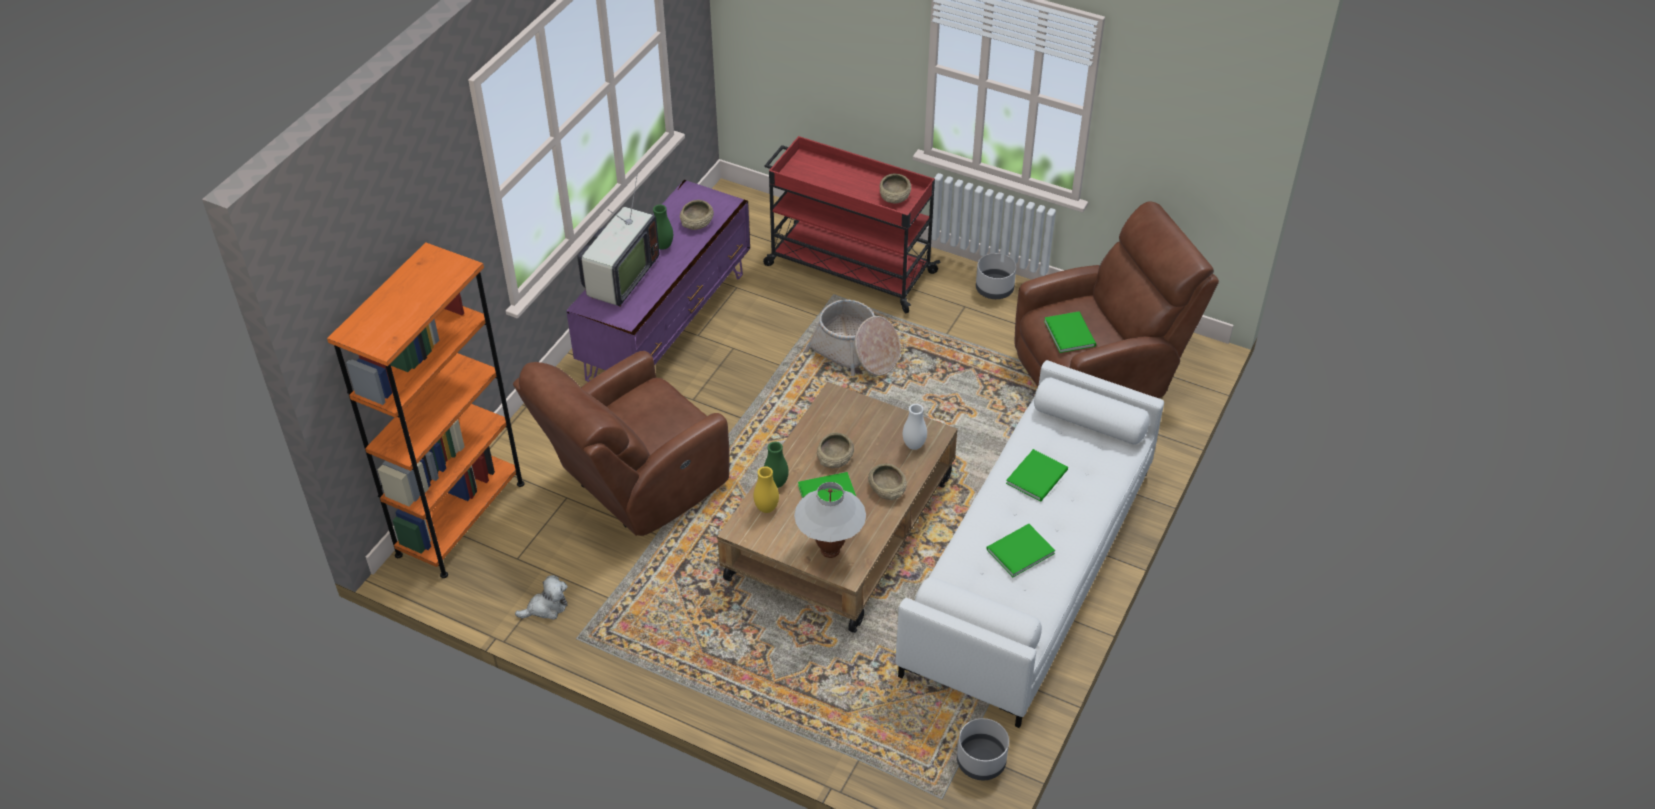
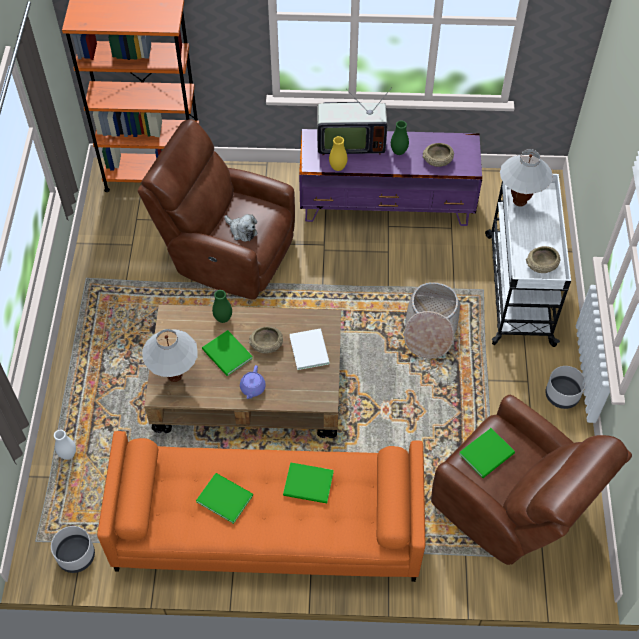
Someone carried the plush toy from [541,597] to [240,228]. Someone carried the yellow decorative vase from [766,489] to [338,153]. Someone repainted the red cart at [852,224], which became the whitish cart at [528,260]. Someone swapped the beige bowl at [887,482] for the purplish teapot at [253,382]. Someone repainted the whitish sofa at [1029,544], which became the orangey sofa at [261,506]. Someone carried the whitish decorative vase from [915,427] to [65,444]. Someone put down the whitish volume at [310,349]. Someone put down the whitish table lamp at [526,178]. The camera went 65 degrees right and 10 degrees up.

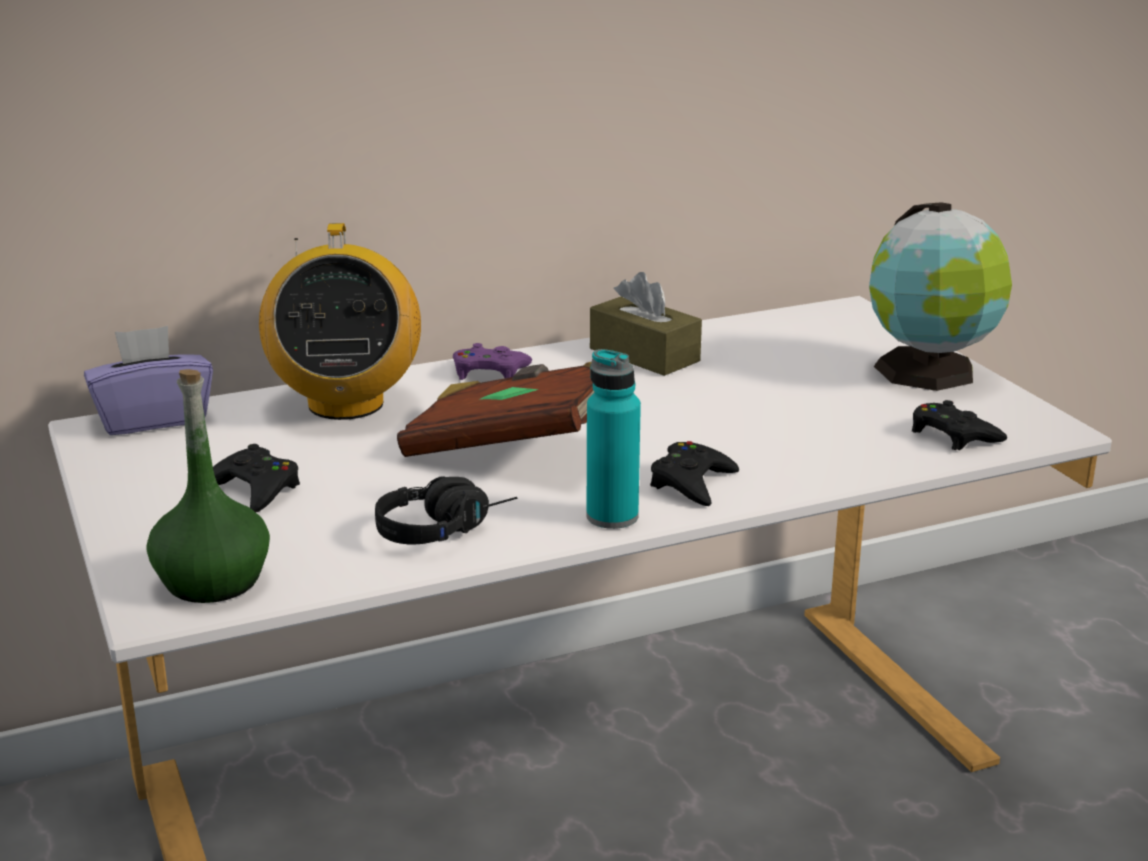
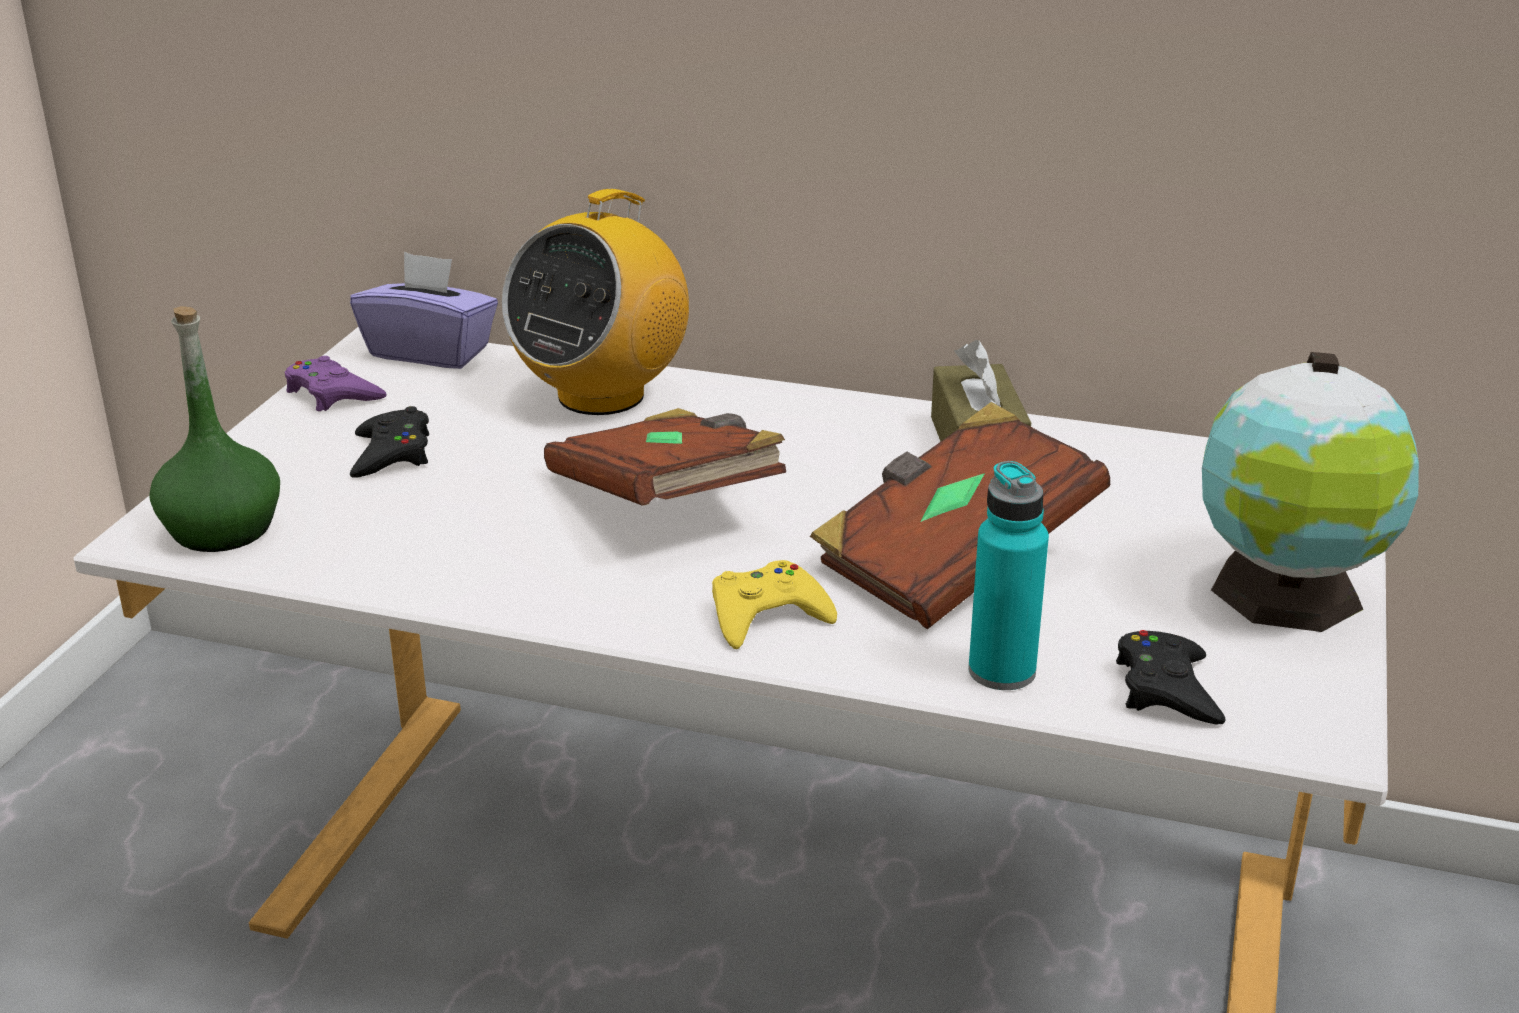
Someone took away the black-coloured pair of headphones at [446,510]. Someone carried the purplish joypad from [492,361] to [336,383]. Someone carried the turquoise-coloured bottle from [613,439] to [1008,575]. Someone repainted the black-coloured joypad at [694,473], which became the yellow joypad at [774,604]. Someone put down the brown volume at [960,515]. The camera went 40 degrees right and 5 degrees up.

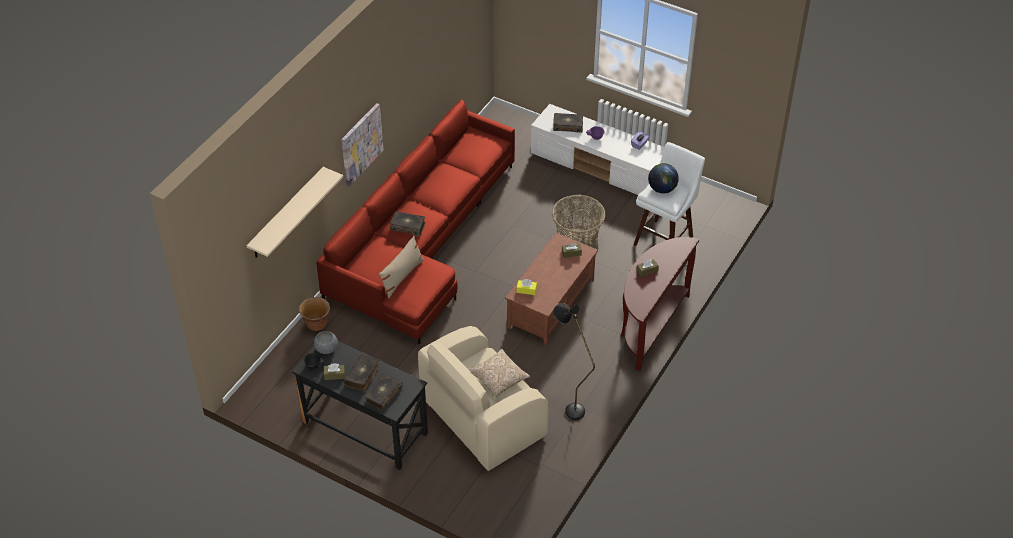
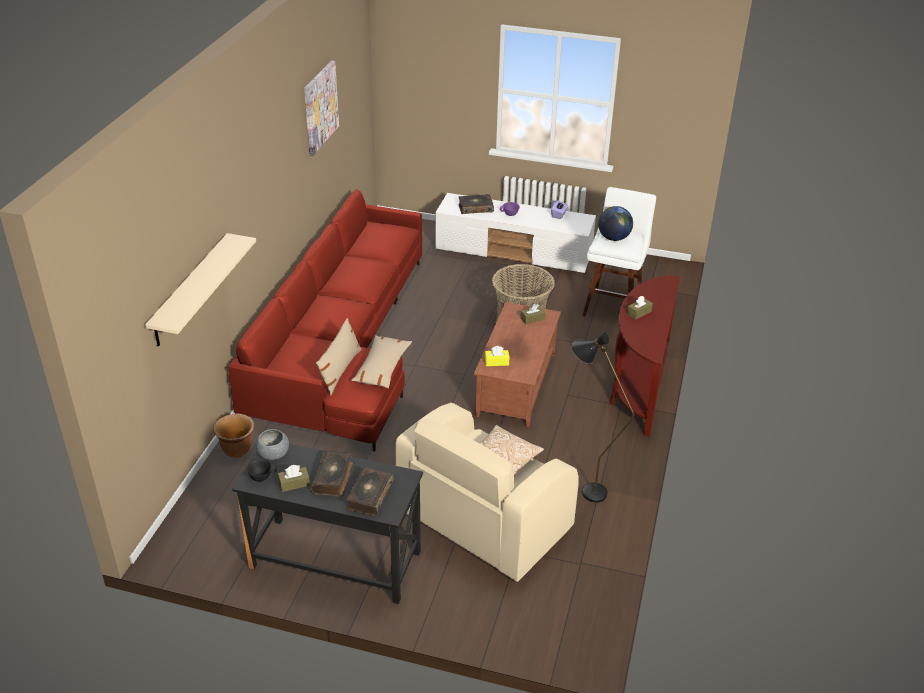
Someone carried the wall picture from [362,144] to [321,108]. Someone took away the volume at [407,223]. Someone put down the beige cushion at [381,361]. The camera went 15 degrees left and 10 degrees down.

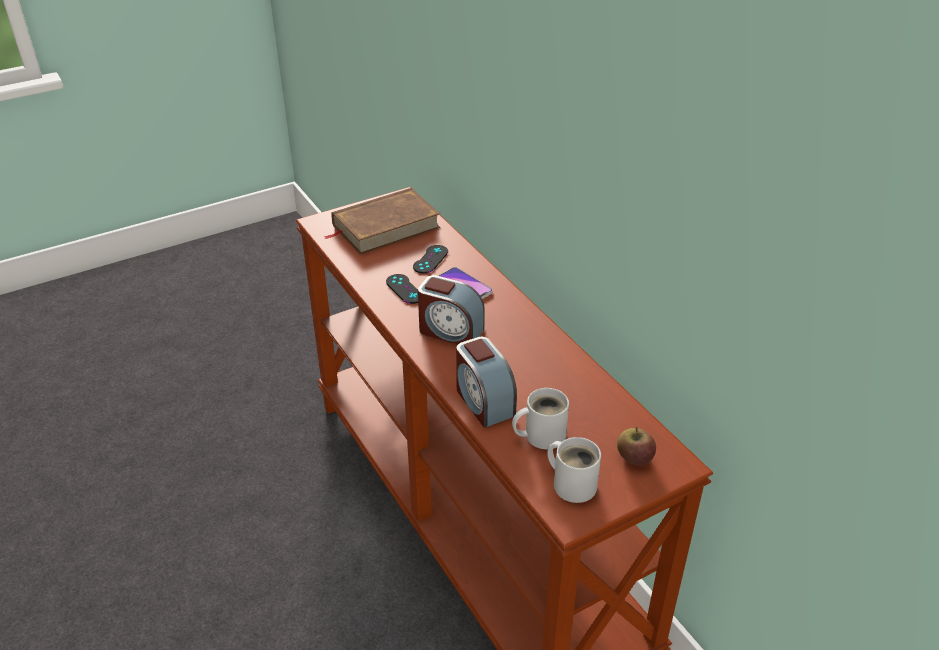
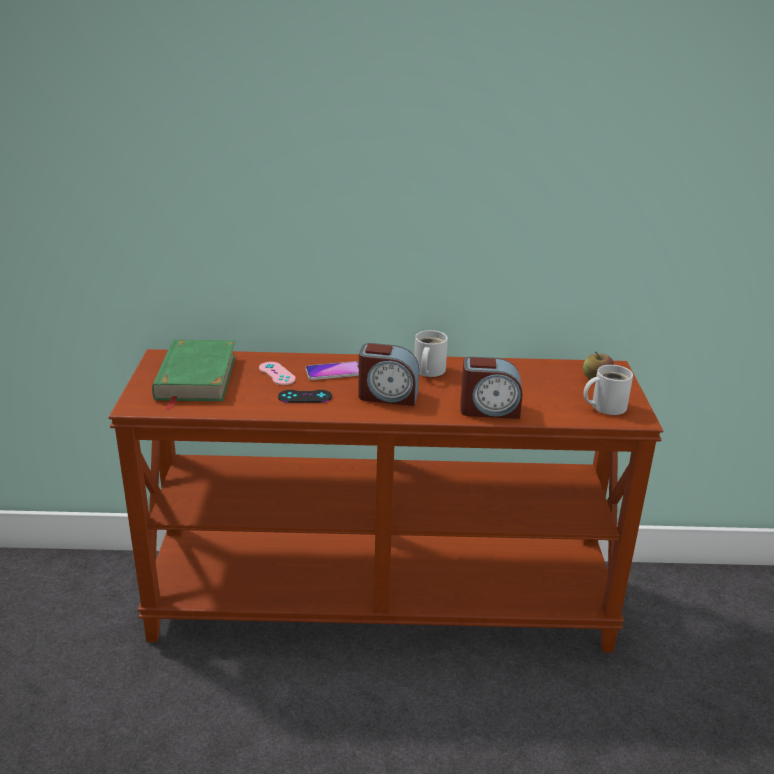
Someone repainted the brown volume at [382,221], which became the green volume at [194,375]. Someone repainted the black-coloured joypad at [430,259], which became the pink joypad at [277,373]. Someone rotated the table clock at [451,309] by 45 degrees clockwise. Someone carried the whitish coffee mug from [540,418] to [431,353]. The camera went 60 degrees left and 10 degrees down.

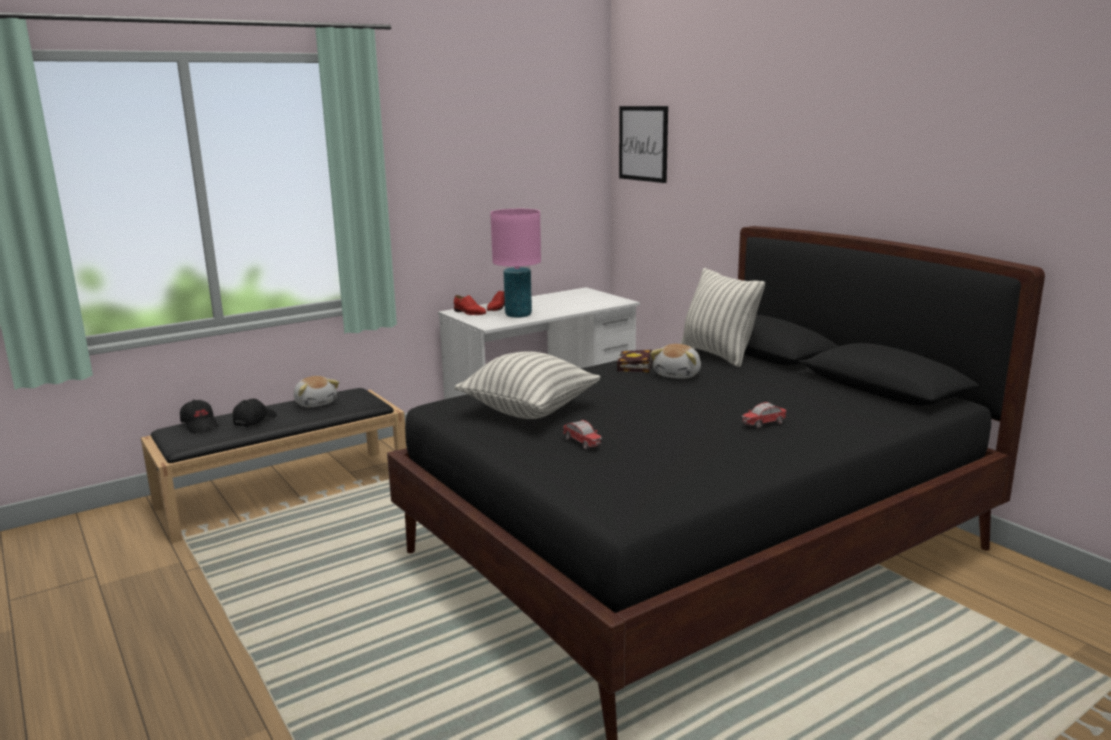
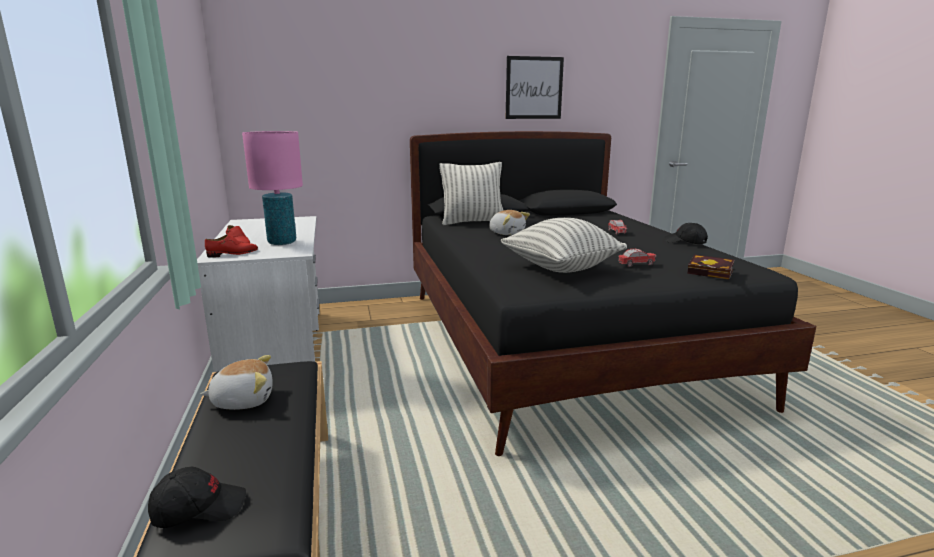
Someone carried the black-coloured baseball cap from [255,413] to [686,233]. Someone carried the volume from [634,361] to [710,267]. Someone carried the wall picture from [643,144] to [535,87]. The camera went 70 degrees left and 0 degrees up.

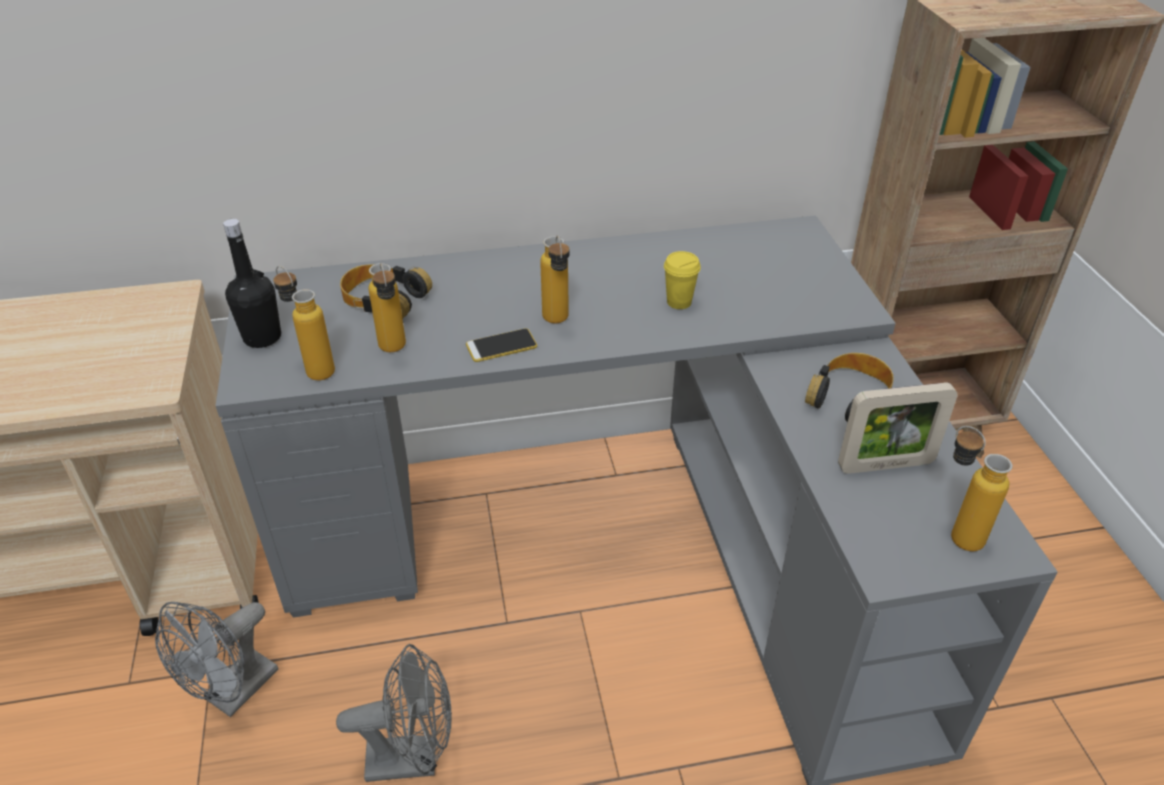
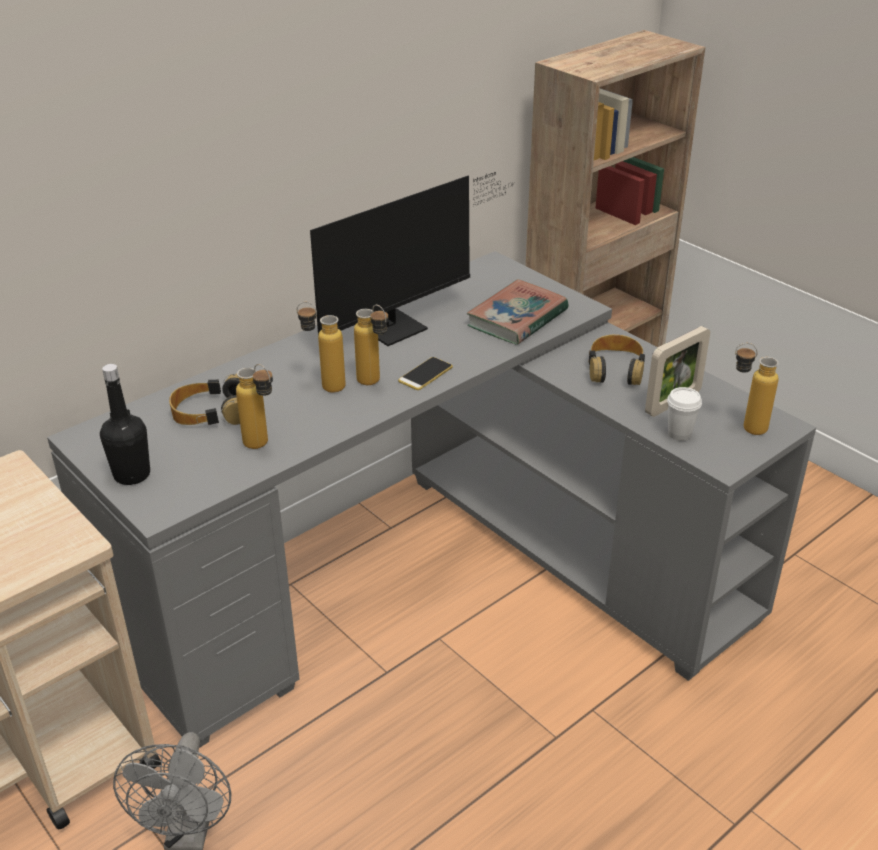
Someone carried the bottle from [304,323] to [321,347]. Someone took away the greyish cooling fan at [394,713]. Someone carried the telephone from [501,345] to [425,373]. Someone took away the yellow cup at [682,280]. Someone put down the computer display at [411,259]. Someone put down the volume at [518,312]. Someone put down the whitish cup at [684,414]. The camera went 30 degrees left and 5 degrees down.

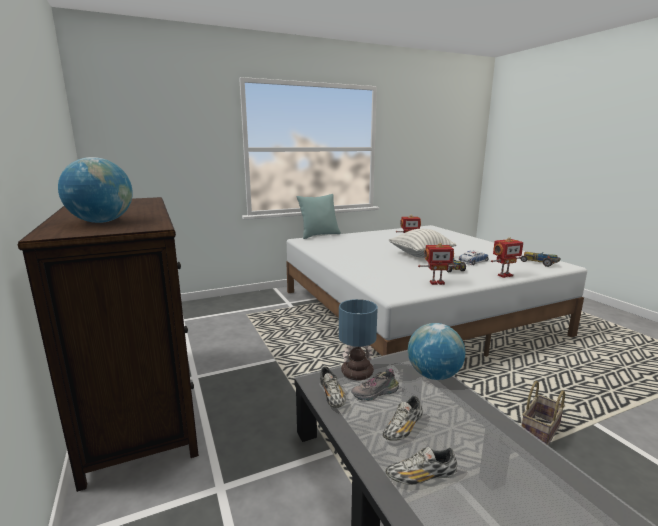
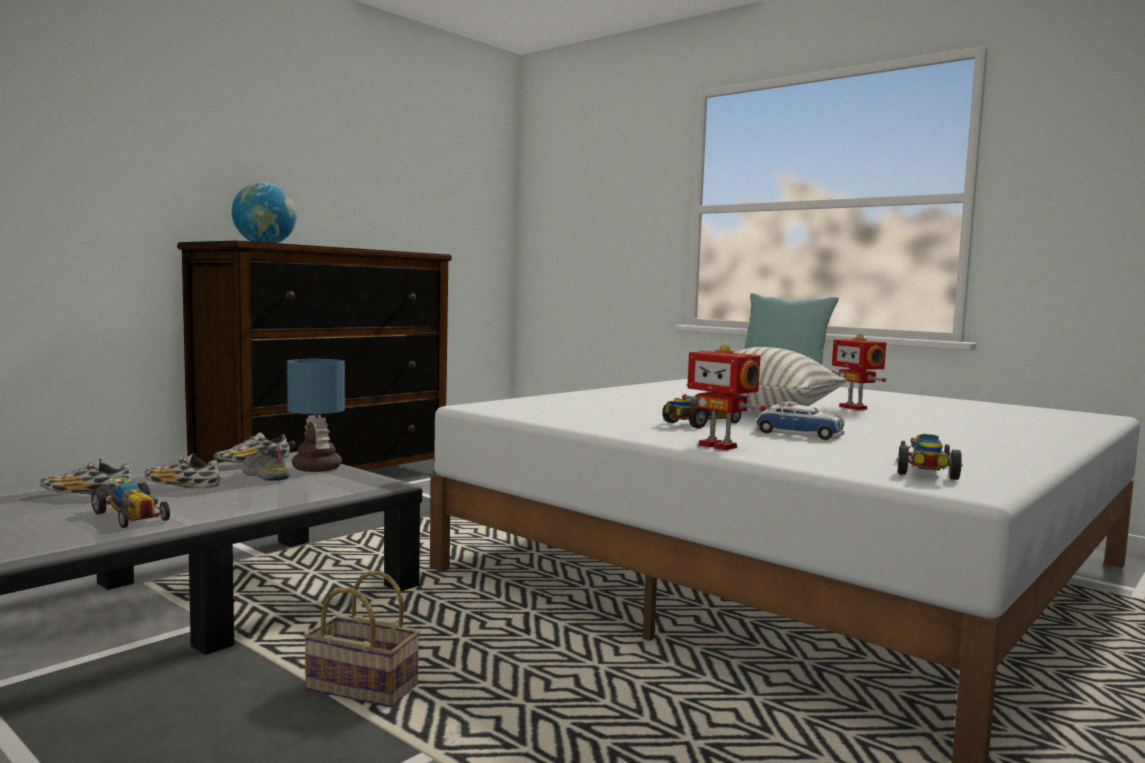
Someone rotated the low shoe at [421,466] by 60 degrees counterclockwise. Someone took away the world globe at [436,351]. Someone took away the toy robot at [438,264]. Someone put down the model car at [130,502]. The camera went 65 degrees right and 10 degrees down.

